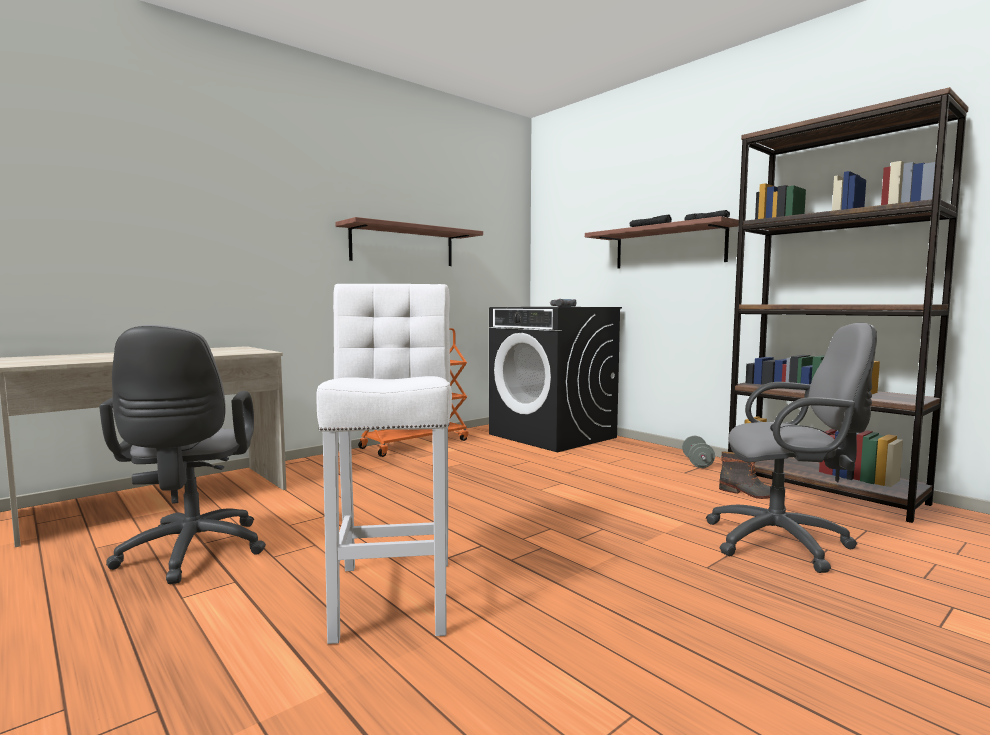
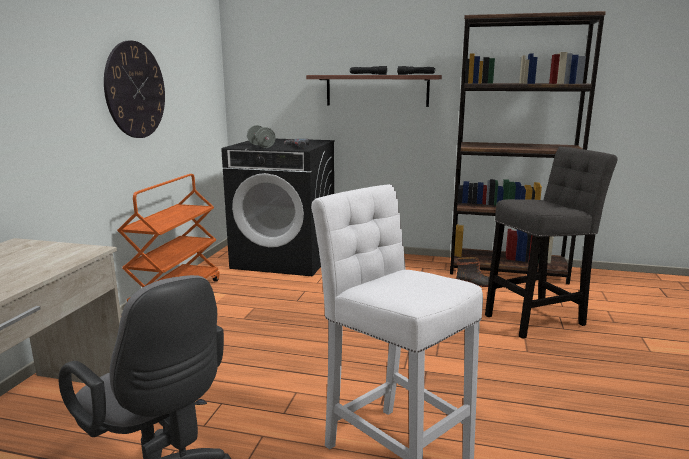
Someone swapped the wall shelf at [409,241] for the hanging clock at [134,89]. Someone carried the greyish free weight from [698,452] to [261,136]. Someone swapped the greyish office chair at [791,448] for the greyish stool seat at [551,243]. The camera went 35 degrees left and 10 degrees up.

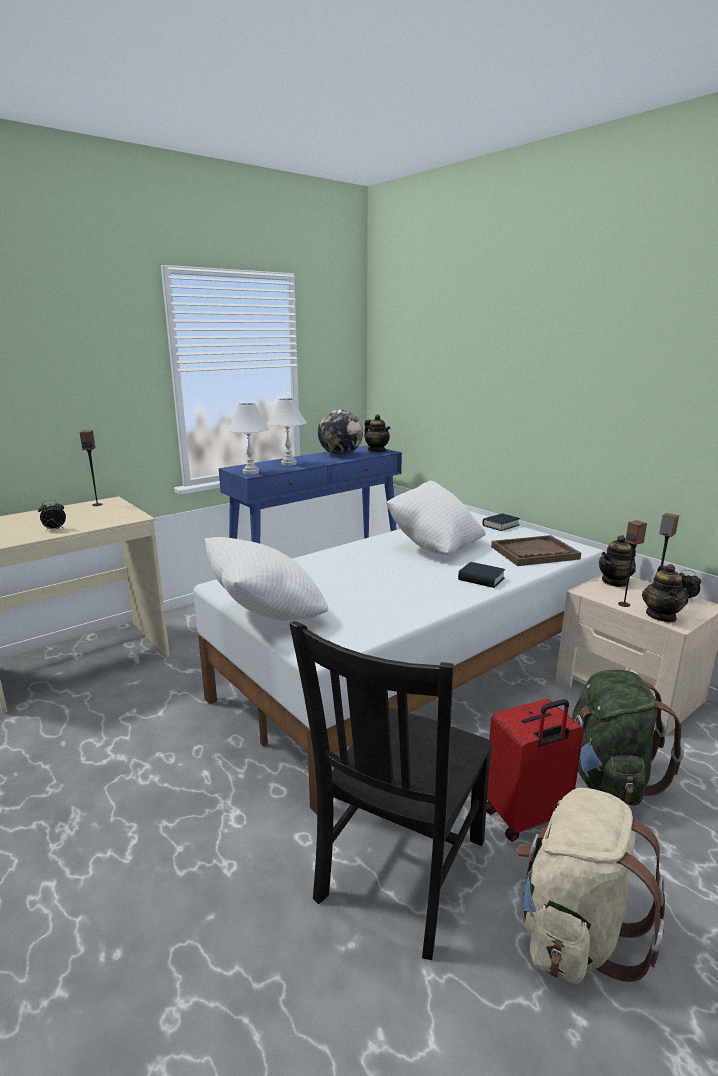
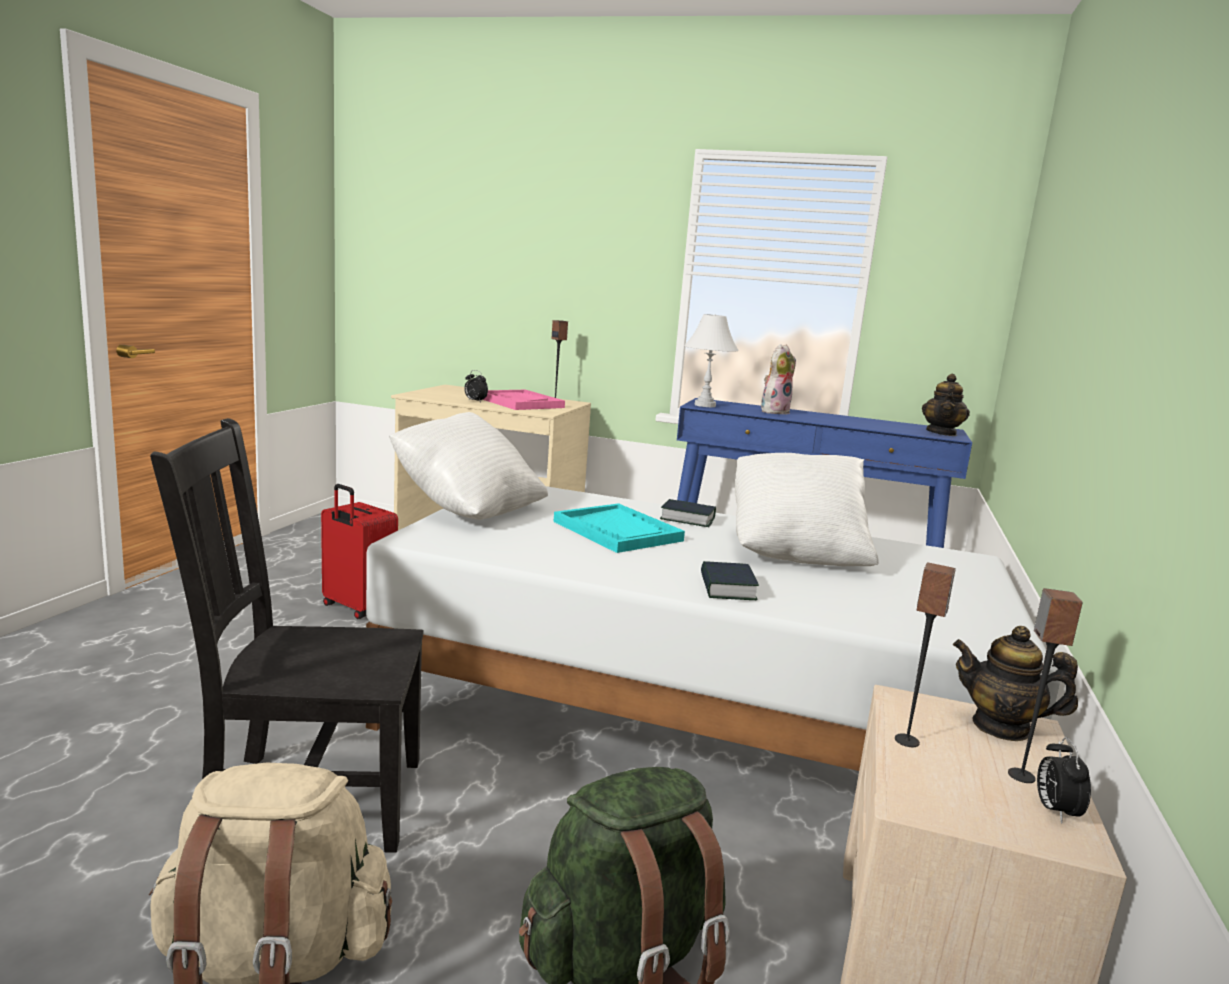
Someone swapped the whitish table lamp at [287,432] for the plush toy at [778,379]. Someone took away the world globe at [340,432]. Someone carried the volume from [501,522] to [688,513]. Someone carried the red suitcase from [535,770] to [359,551]. Someone took away the brown serving tray at [536,550]. Someone took away the teapot at [665,593]. Someone put down the pink serving tray at [524,400]. Someone put down the turquoise-coloured serving tray at [619,528]. The camera went 55 degrees right and 5 degrees down.

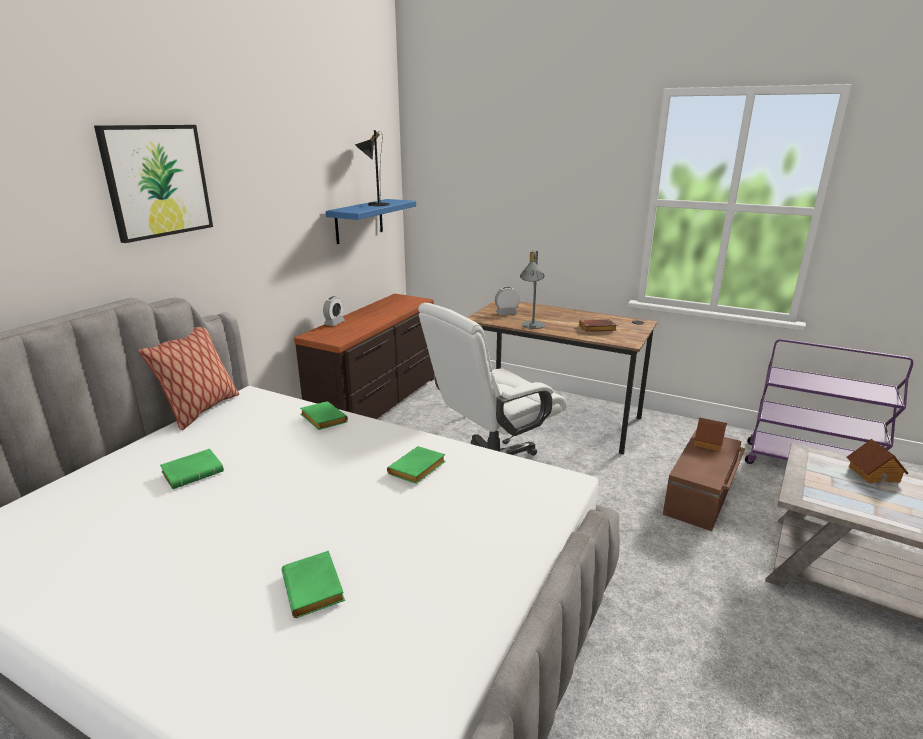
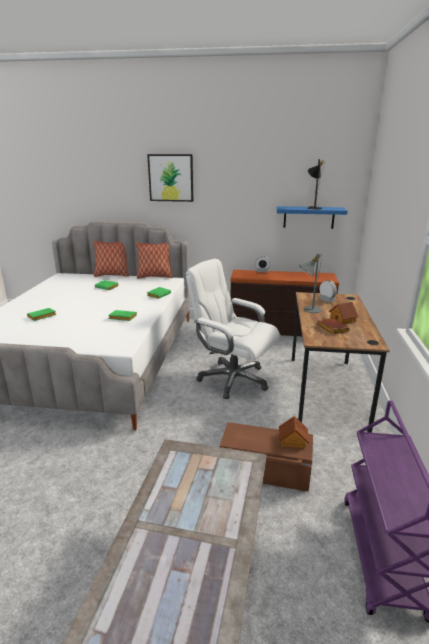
Someone carried the miniature house from [877,461] to [343,313]. Someone put down the cushion at [111,259]. The camera went 70 degrees right and 0 degrees up.

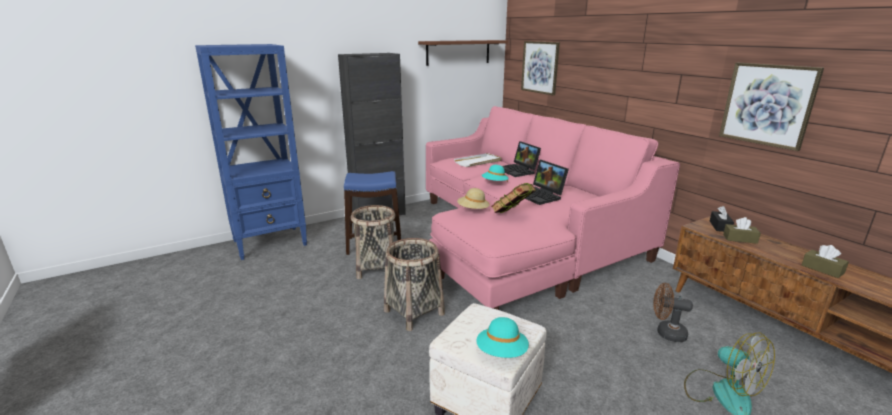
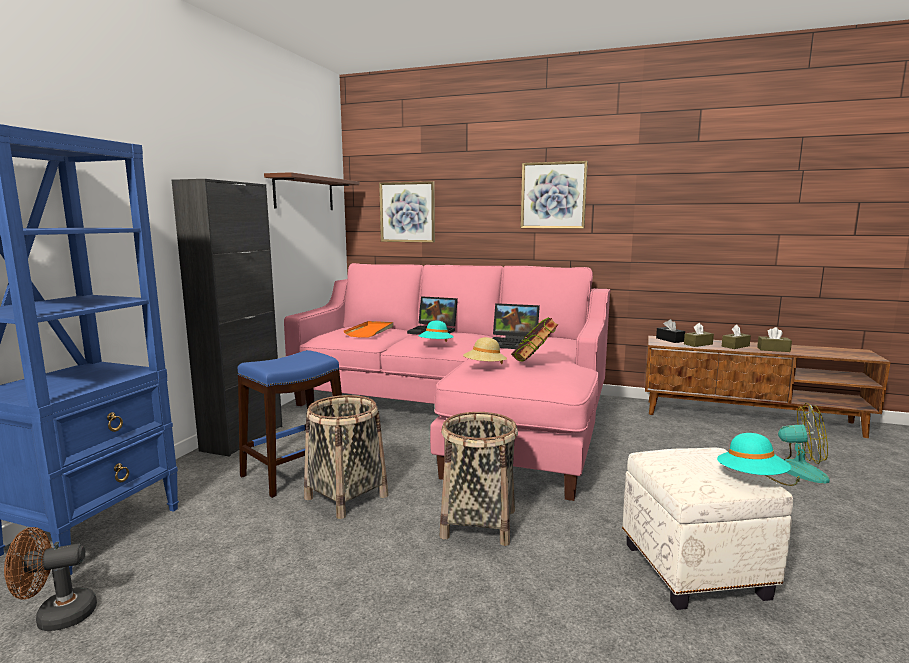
Someone repainted the whitish serving tray at [478,160], which became the orangey serving tray at [368,329]. Someone carried the brown cooling fan from [673,312] to [50,579]. Someone carried the wall picture from [771,107] to [554,195]. Someone put down the brown tissue holder at [736,337]. The camera went 40 degrees left and 10 degrees down.

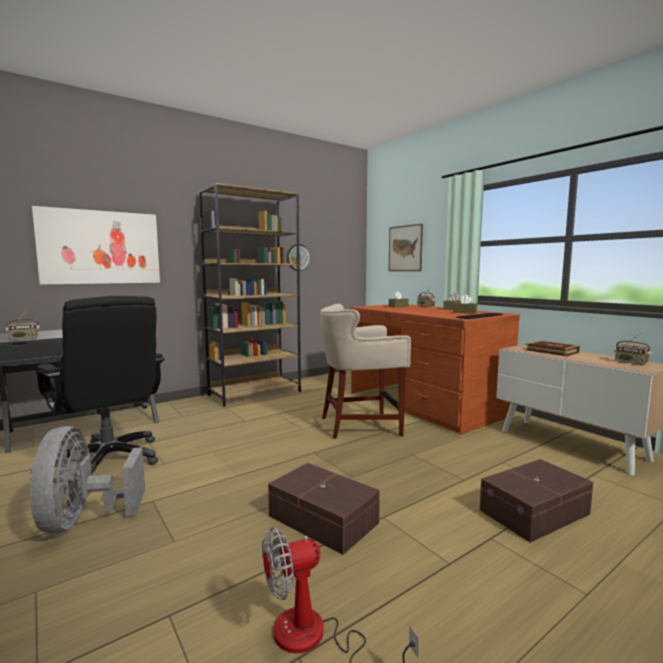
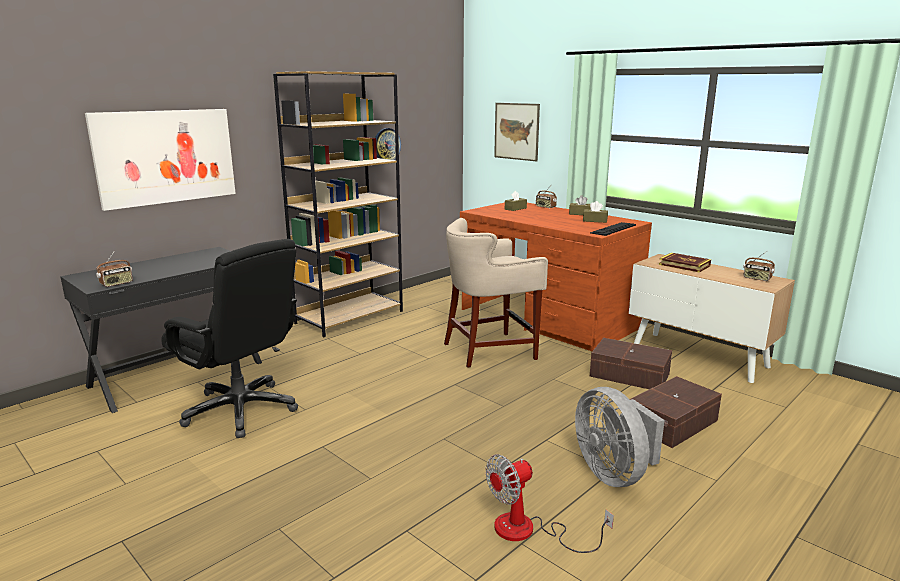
Someone carried the greyish cooling fan from [87,479] to [620,437]. Someone carried the brown storage box from [324,509] to [631,363]. The camera went 10 degrees left and 10 degrees up.

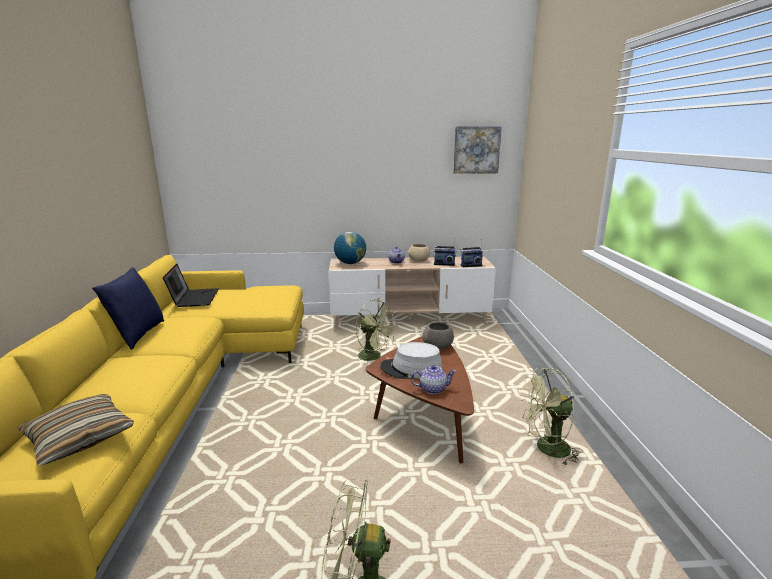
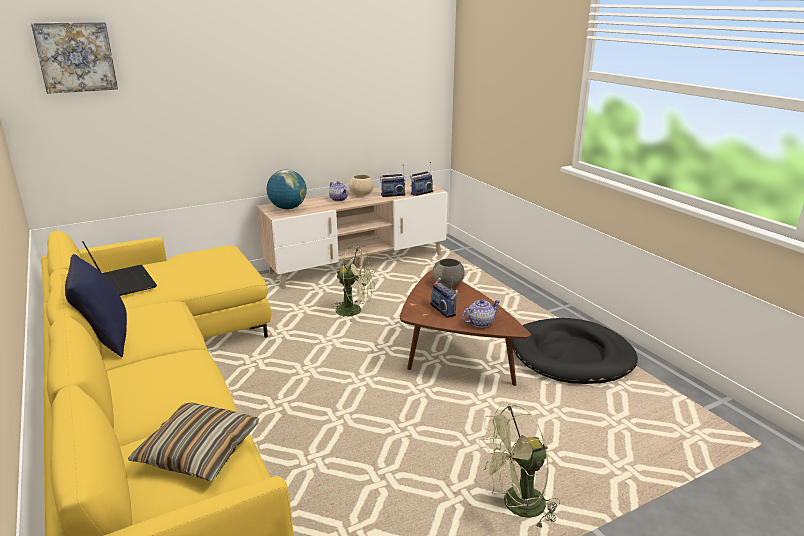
Someone swapped the greyish wearable hat at [411,360] for the radio receiver at [444,297]. Someone carried the wall picture from [477,150] to [74,58]. Someone swapped the green cooling fan at [551,417] for the black-coloured pet bed at [575,351]. The camera went 25 degrees left and 5 degrees up.

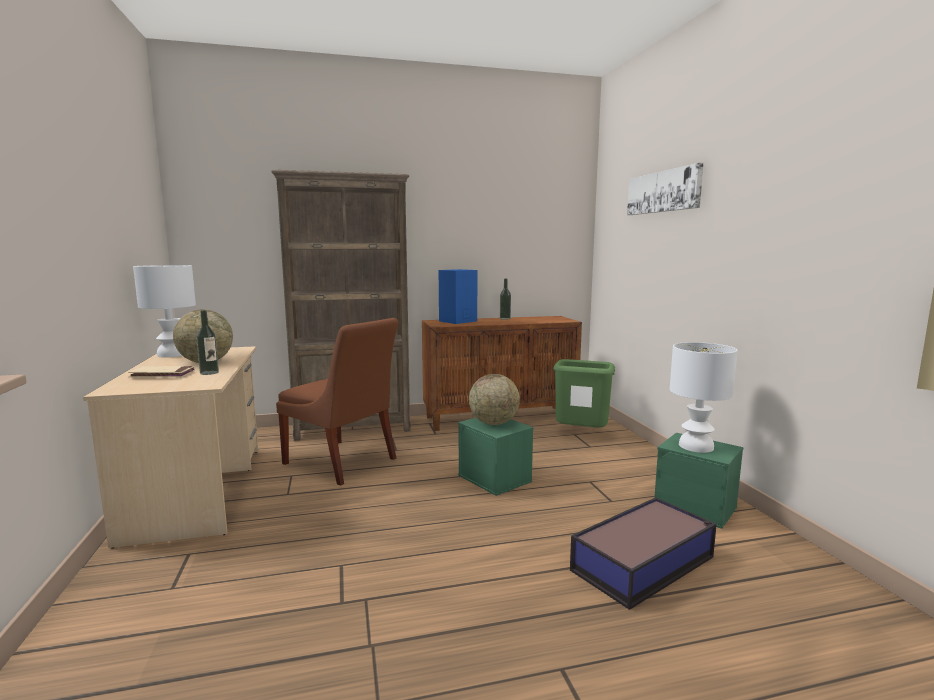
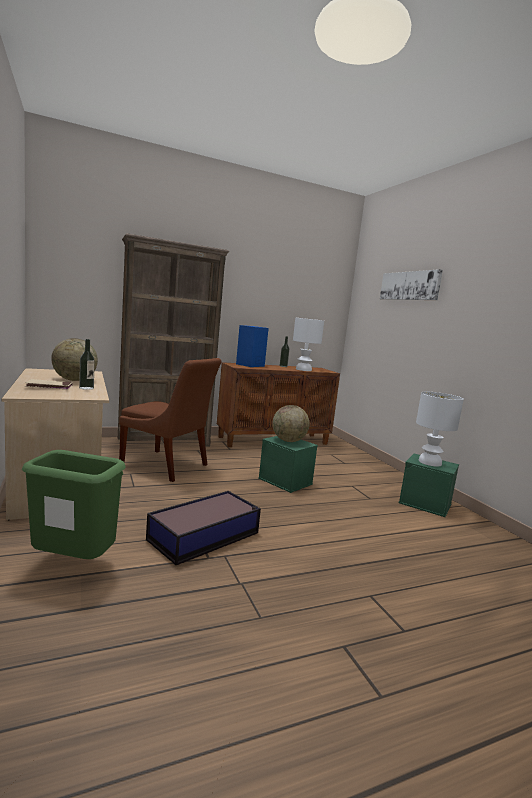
Someone carried the whitish table lamp from [164,311] to [308,344]. Someone carried the green rubbish bin from [584,393] to [74,504]. Someone carried the storage box from [643,553] to [203,528]. The camera went 10 degrees left and 0 degrees up.

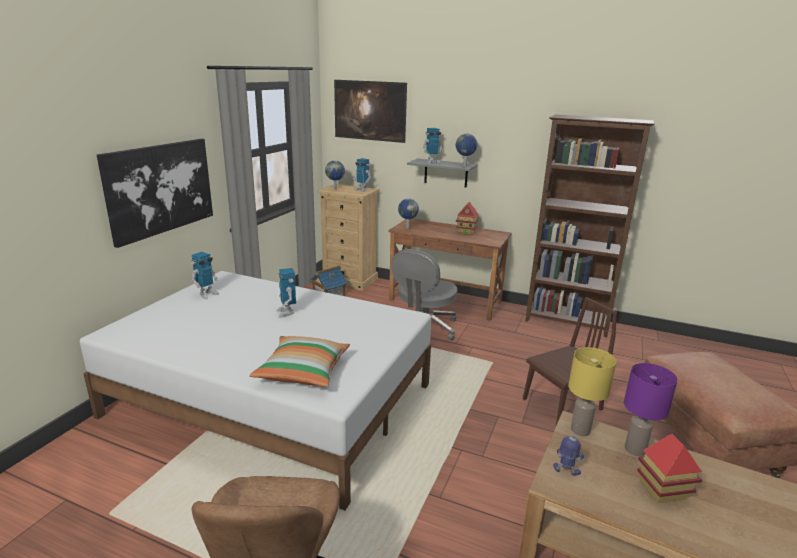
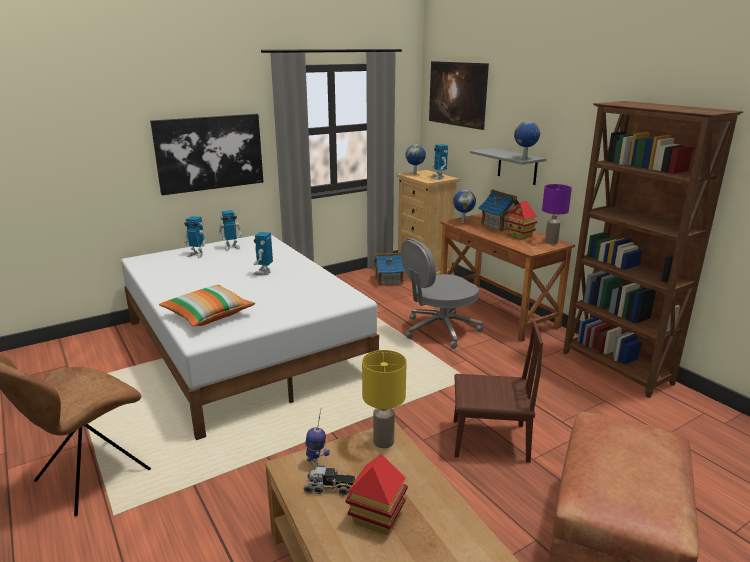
Someone carried the toy robot from [433,146] to [195,237]. Someone carried the purplish table lamp from [651,409] to [557,214]. Someone put down the model truck at [329,478]. Someone put down the miniature house at [499,211]. The camera went 35 degrees right and 0 degrees up.

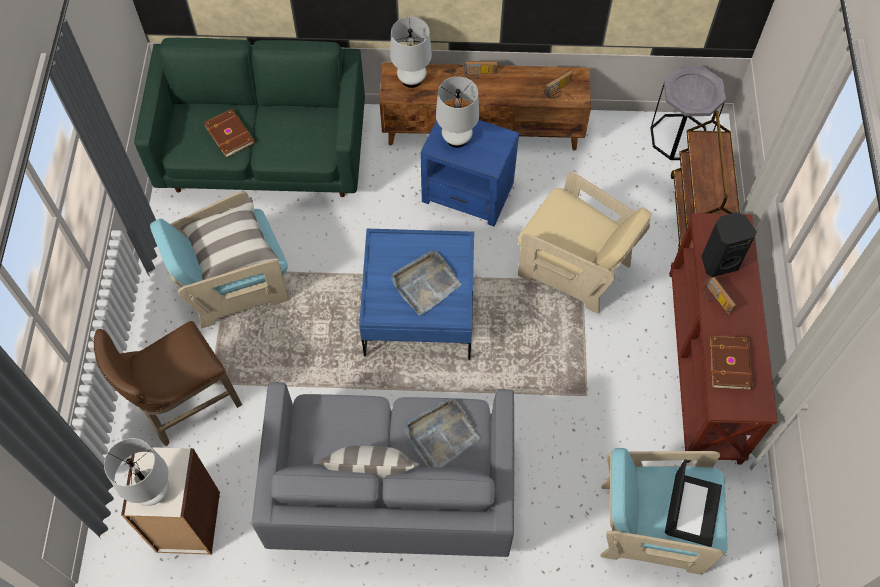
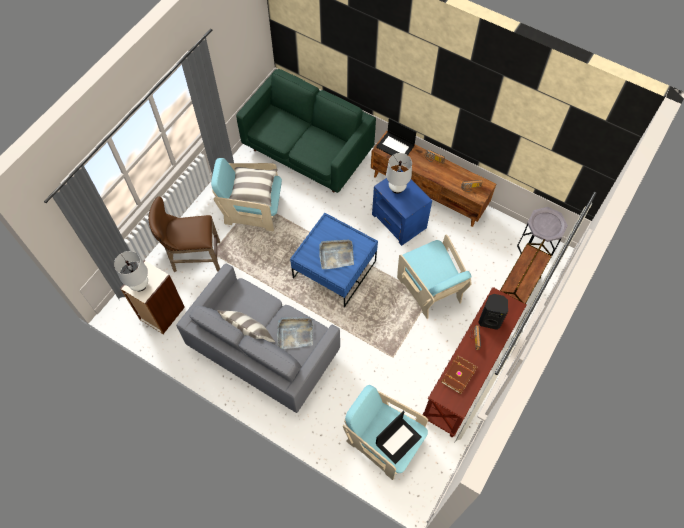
Someone took away the brown volume at [229,133]. Someone swapped the whitish table lamp at [411,52] for the laptop at [396,136]. Someone repainted the beige armchair at [585,242], which became the turquoise-coloured armchair at [434,276]. The camera went 30 degrees right and 0 degrees up.

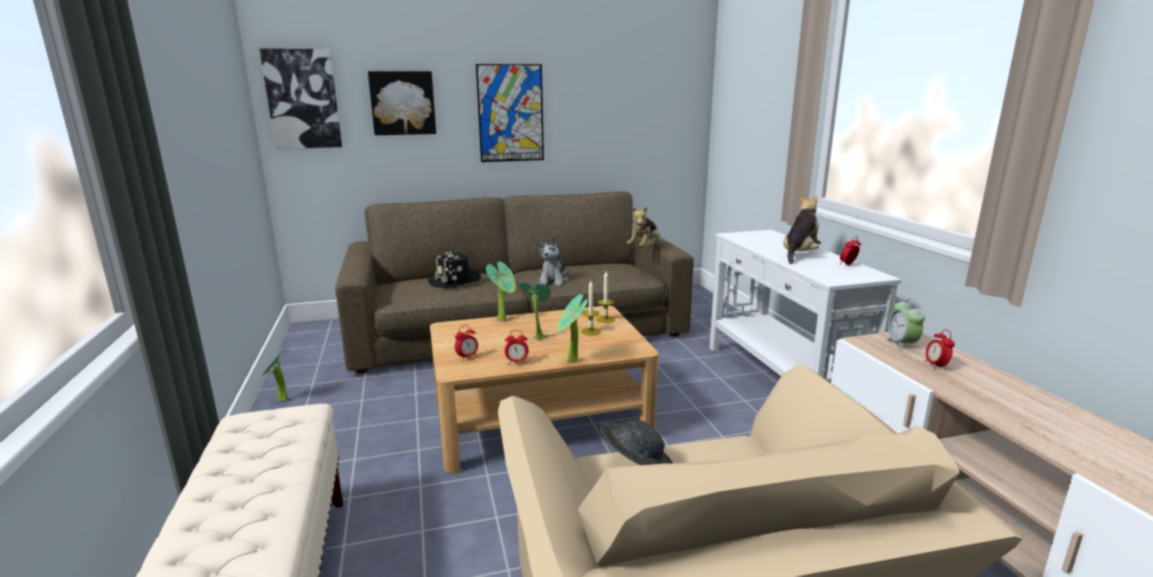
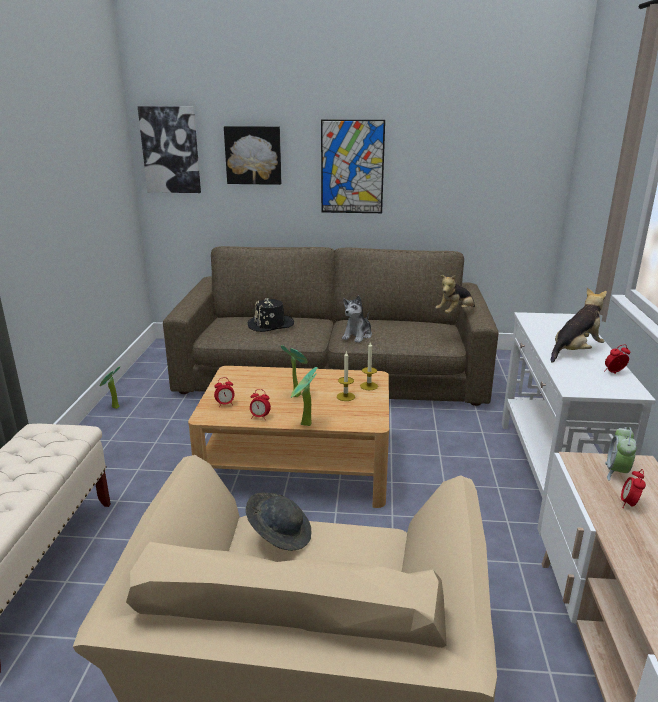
Someone took away the houseplant at [501,291]. The camera went 20 degrees right and 5 degrees up.

